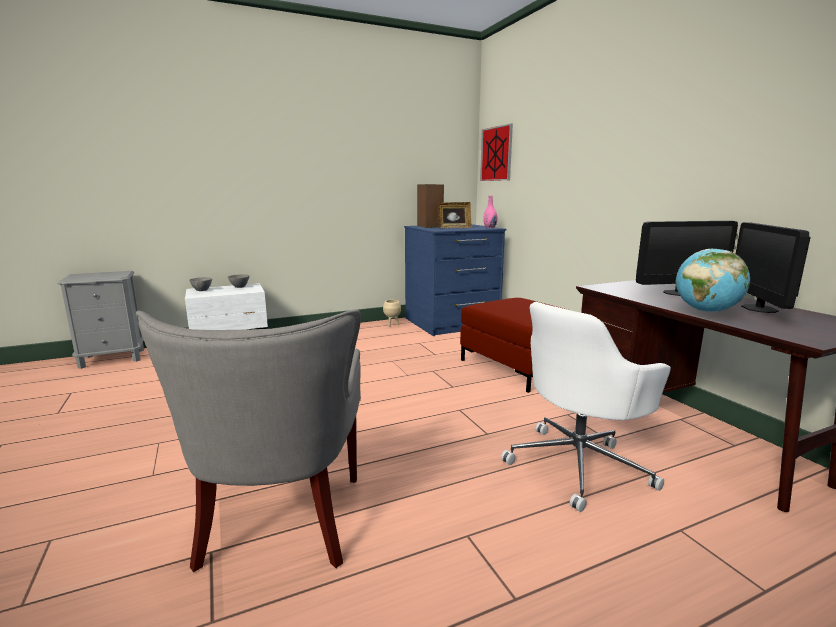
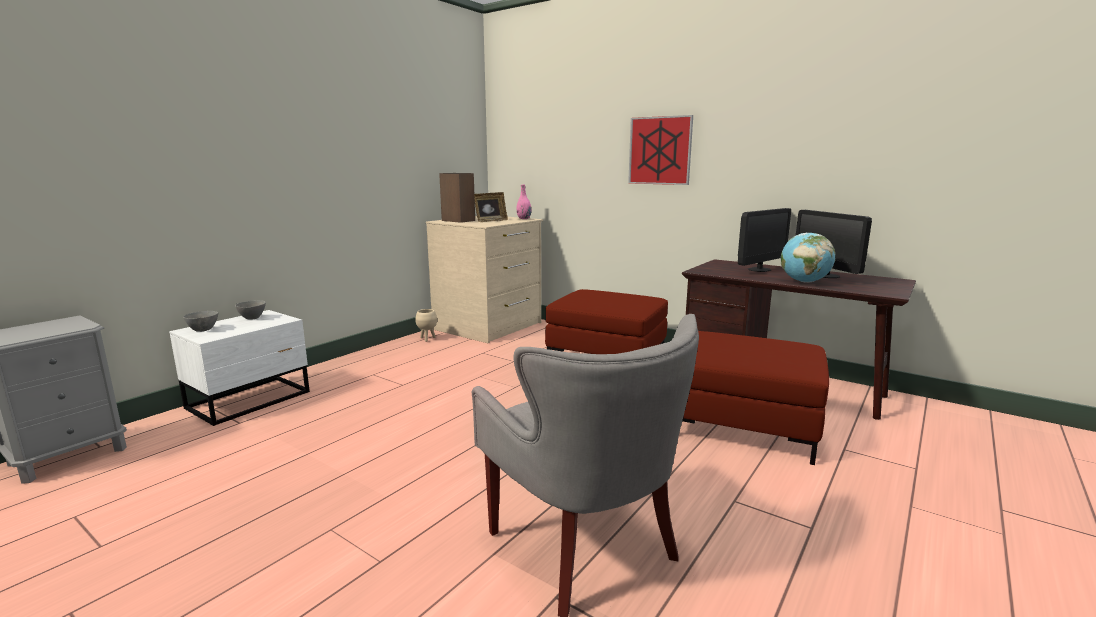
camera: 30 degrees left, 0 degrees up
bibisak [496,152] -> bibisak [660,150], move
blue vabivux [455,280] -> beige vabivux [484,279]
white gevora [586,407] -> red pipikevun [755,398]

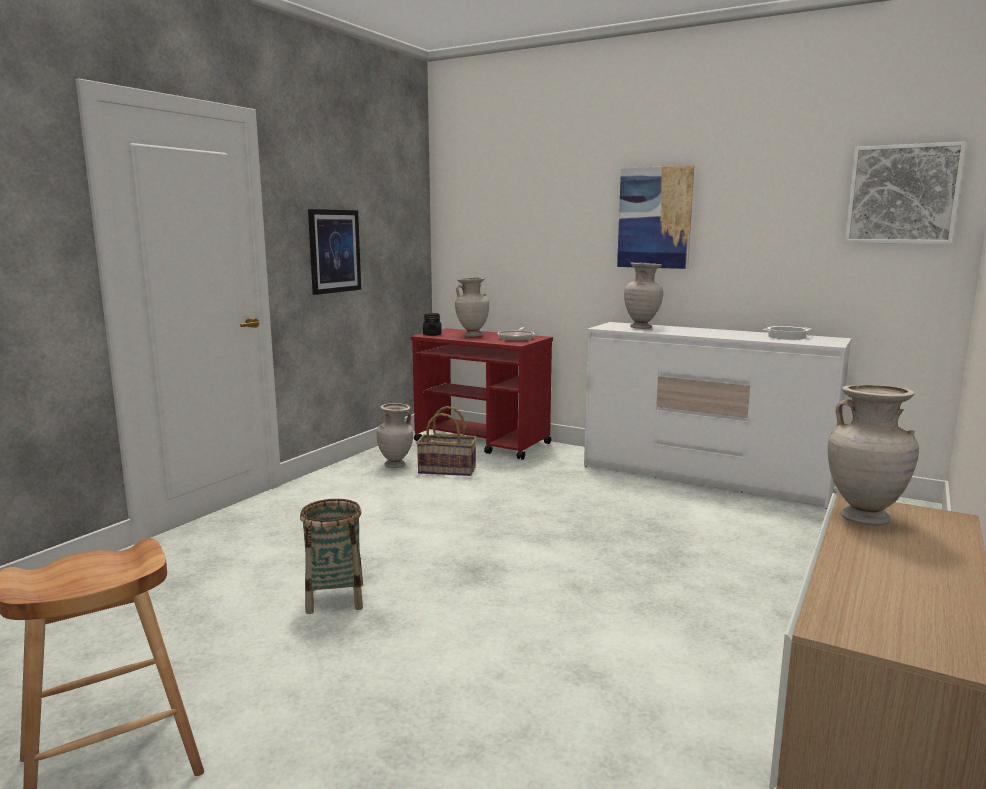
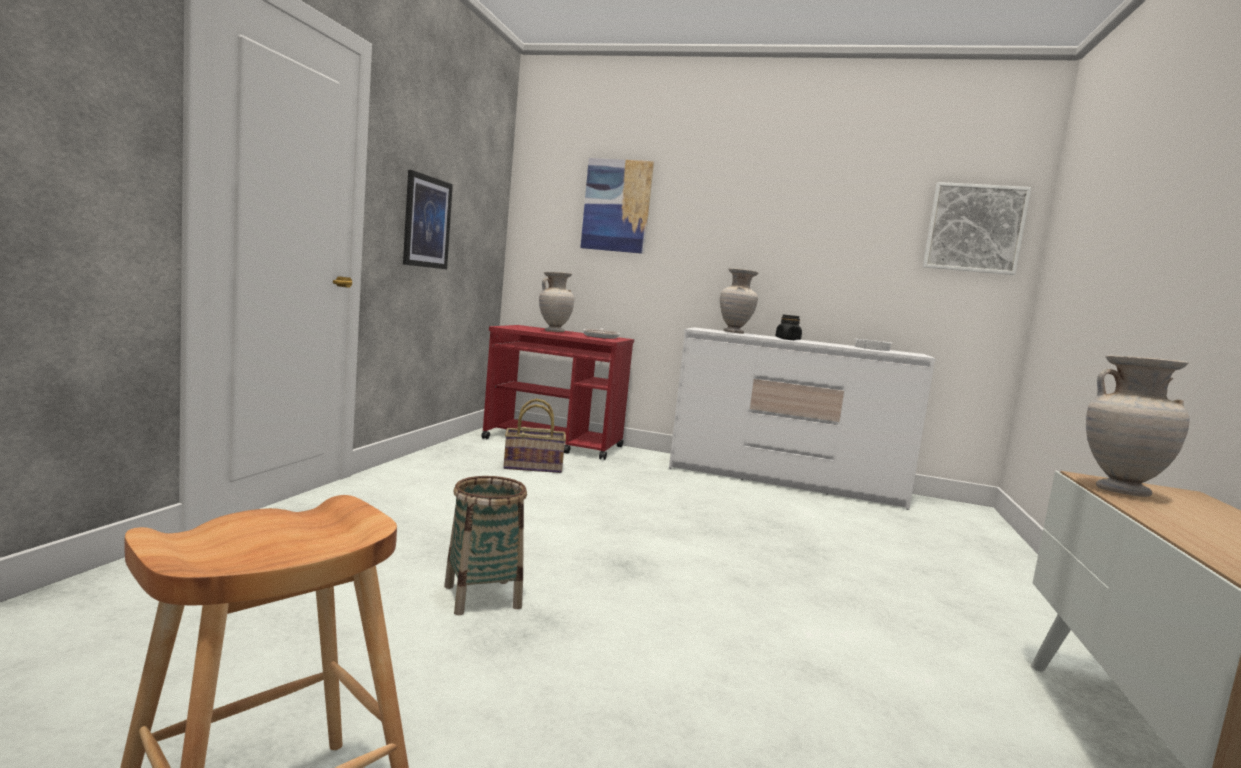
camera: 15 degrees left, 5 degrees down
bibisak [655,217] -> bibisak [617,206], move
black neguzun [432,324] -> black neguzun [789,327], move
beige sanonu [395,435] -> none

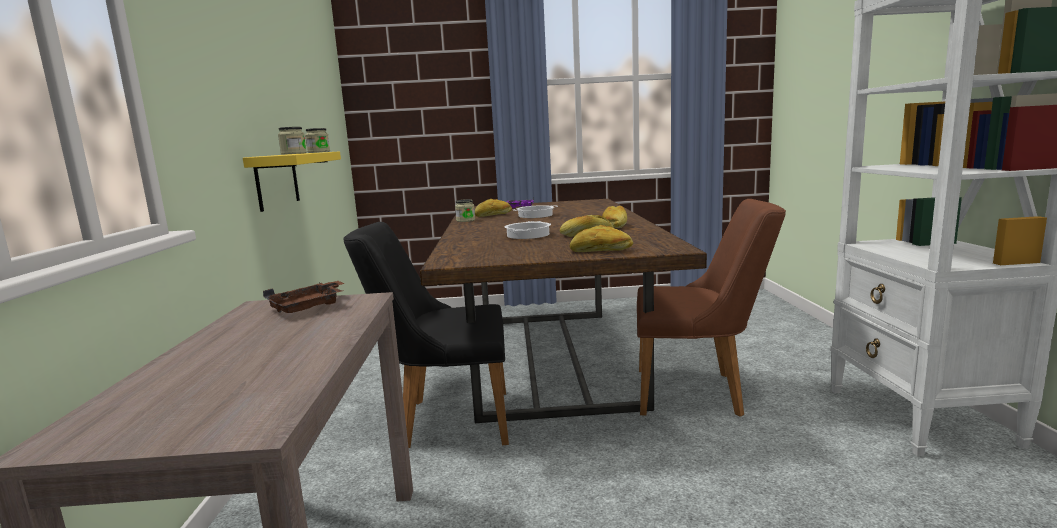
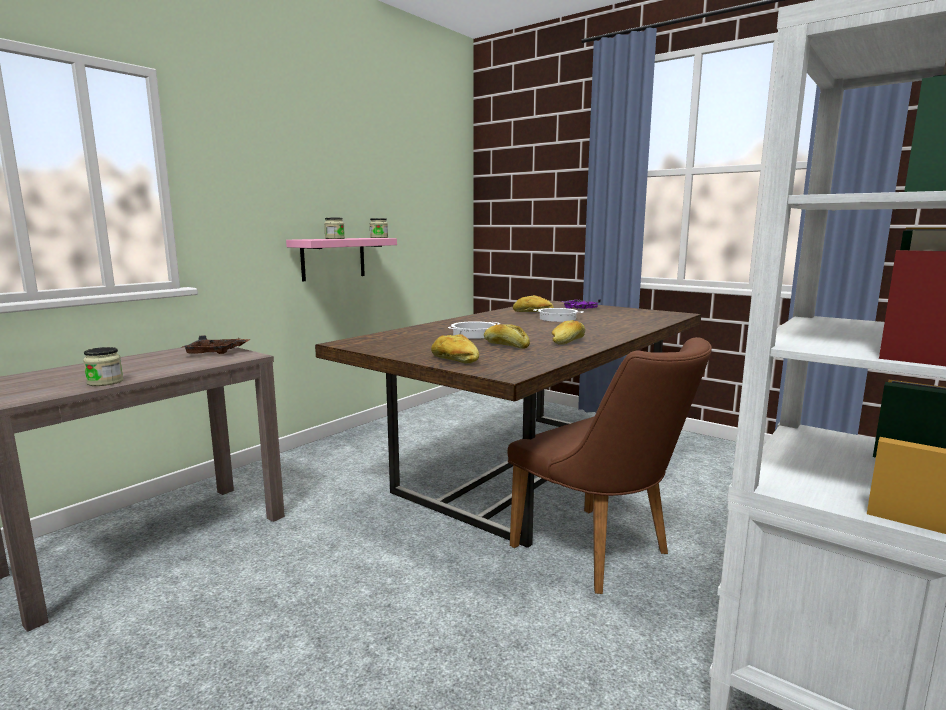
camera: 40 degrees right, 0 degrees up
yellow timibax [292,181] -> pink timibax [341,259]
neguzun [465,210] -> neguzun [103,366], move
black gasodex [426,335] -> none

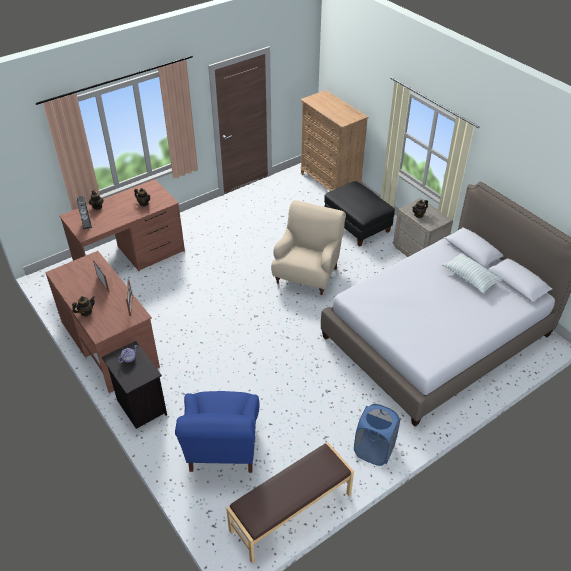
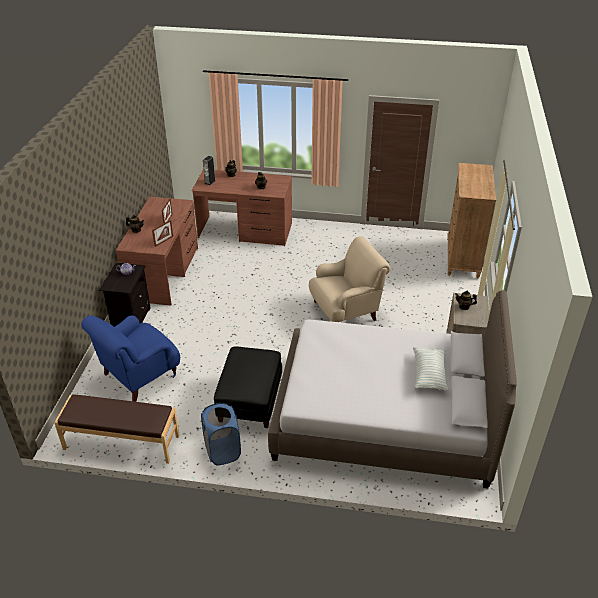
camera: 45 degrees right, 5 degrees down
black pipikevun [359,214] -> black pipikevun [248,387], move

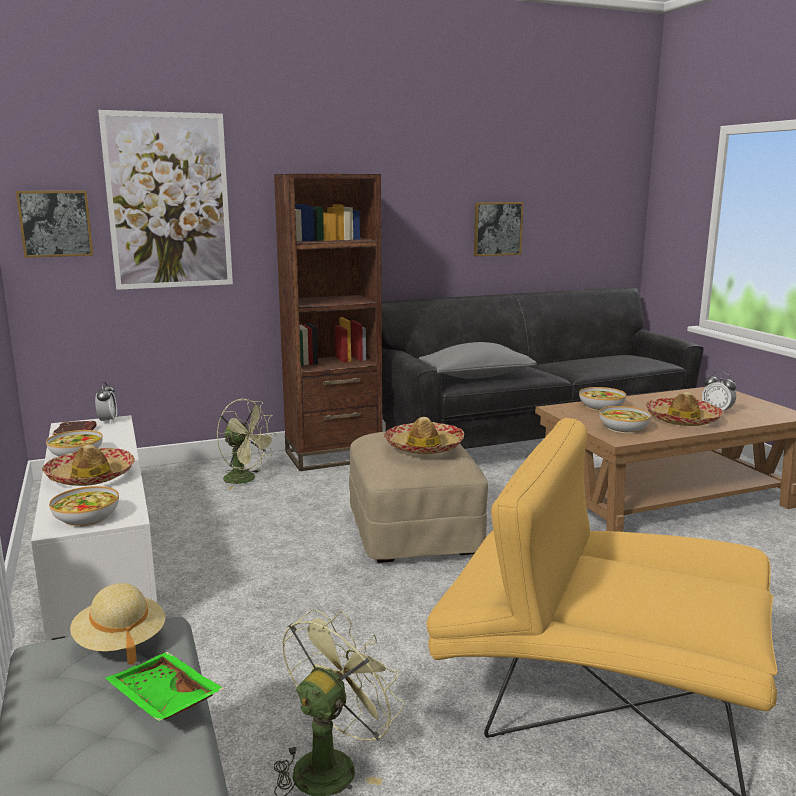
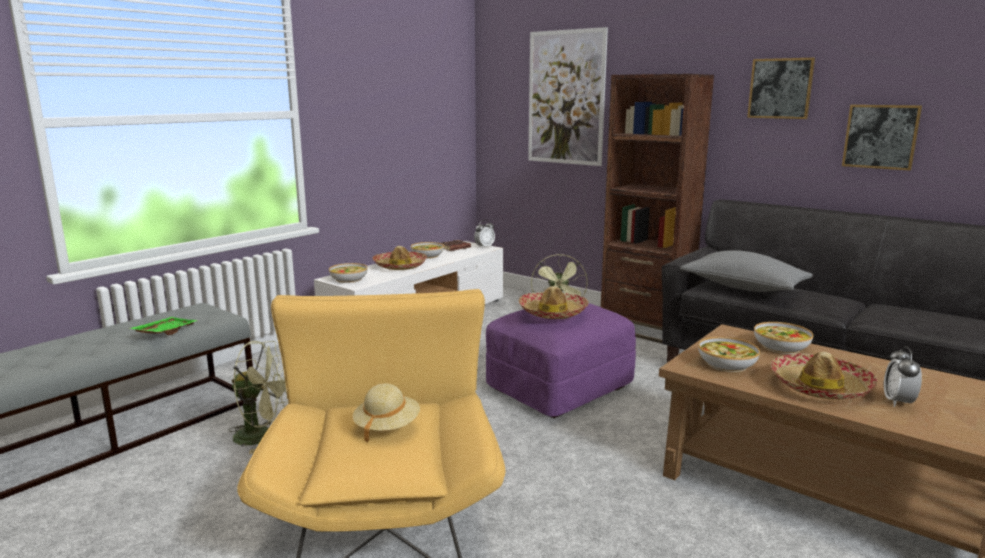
camera: 60 degrees right, 0 degrees up
bibisak [55,224] -> bibisak [781,88], move
beige pipikevun [418,497] -> purple pipikevun [561,360]
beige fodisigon [117,624] -> beige fodisigon [386,413], move

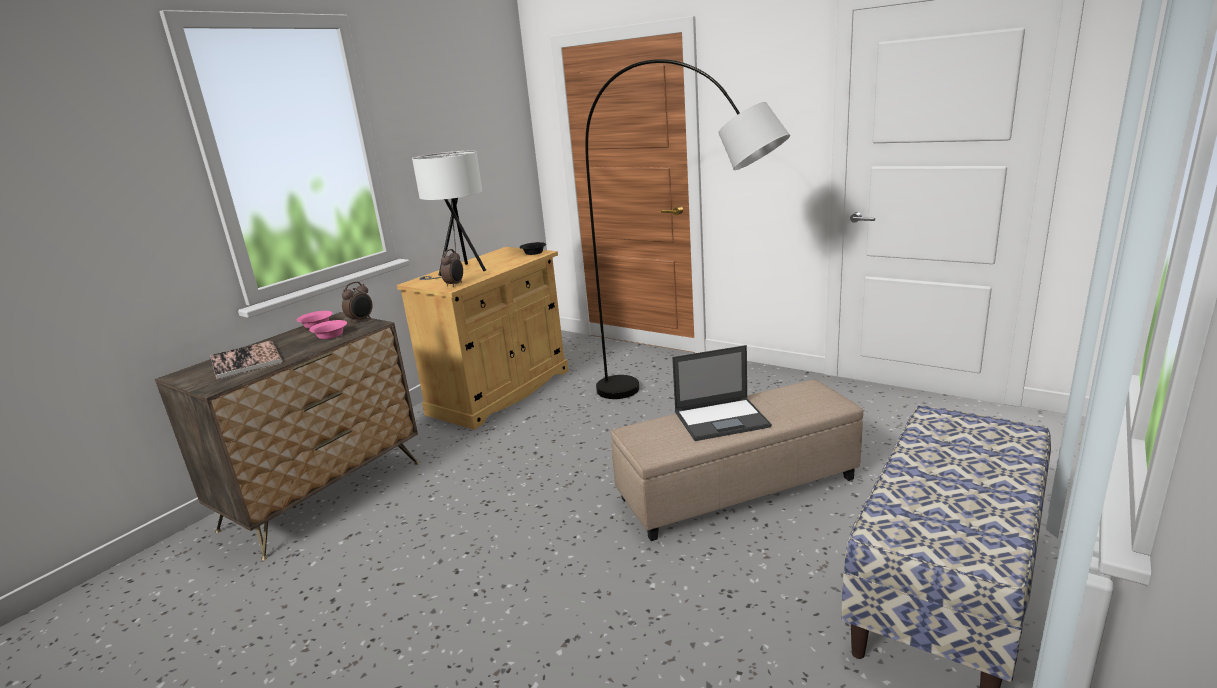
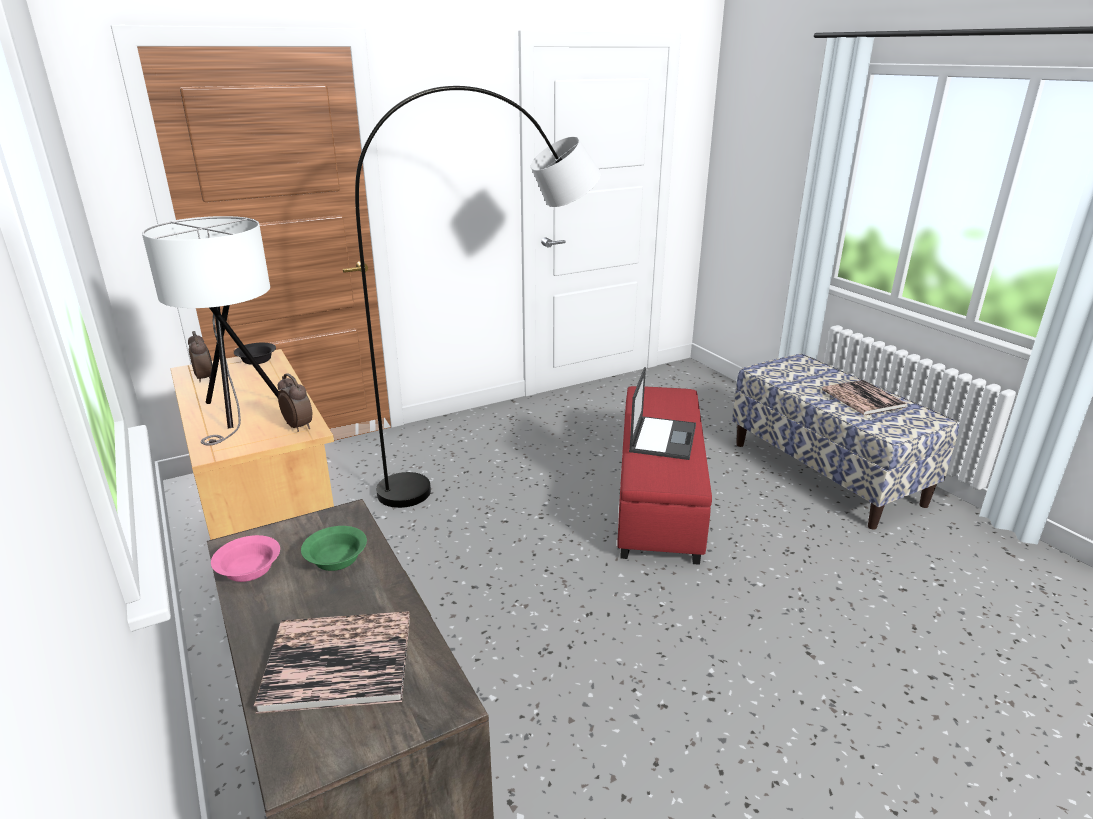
camera: 65 degrees left, 5 degrees up
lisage [357,303] -> lisage [200,356], move
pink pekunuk [328,329] -> green pekunuk [334,548]
beige pipikevun [737,460] -> red pipikevun [664,475]
none -> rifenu [864,397]

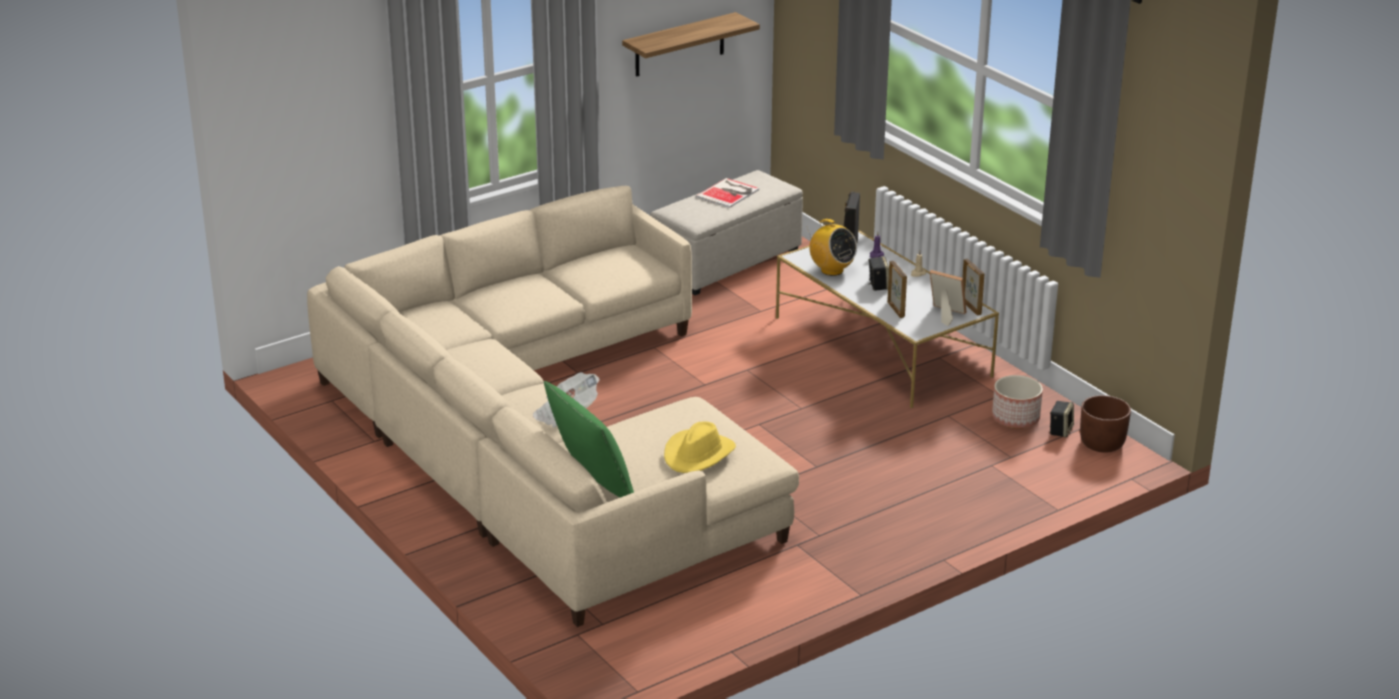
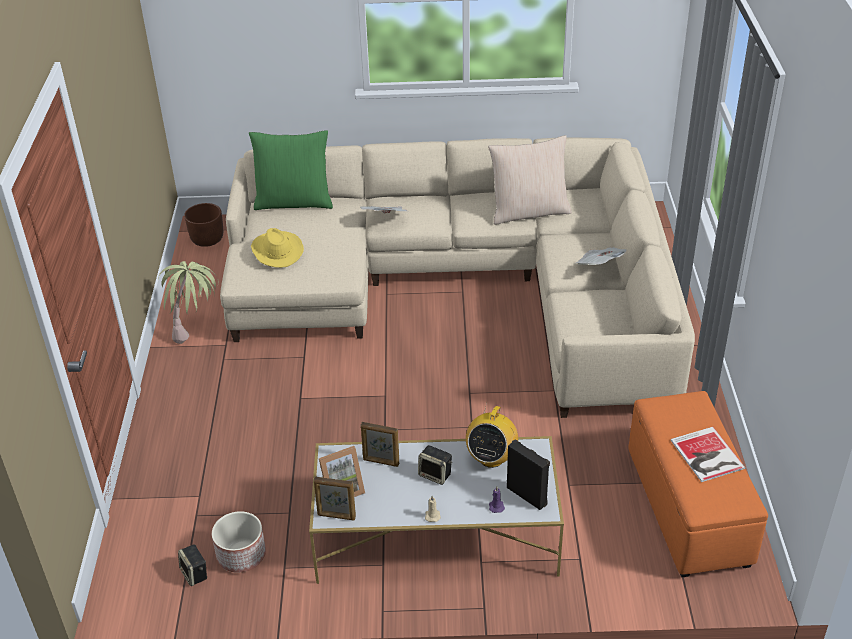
camera: 125 degrees right, 10 degrees up
timibax [691,44] -> none
beige pipikevun [726,232] -> orange pipikevun [698,484]
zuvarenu [832,247] -> zuvarenu [492,435], 60 degrees counterclockwise
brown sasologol [1105,424] -> brown sasologol [203,225], move
none -> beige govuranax [530,180]
none -> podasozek [600,256]
none -> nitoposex [187,302]

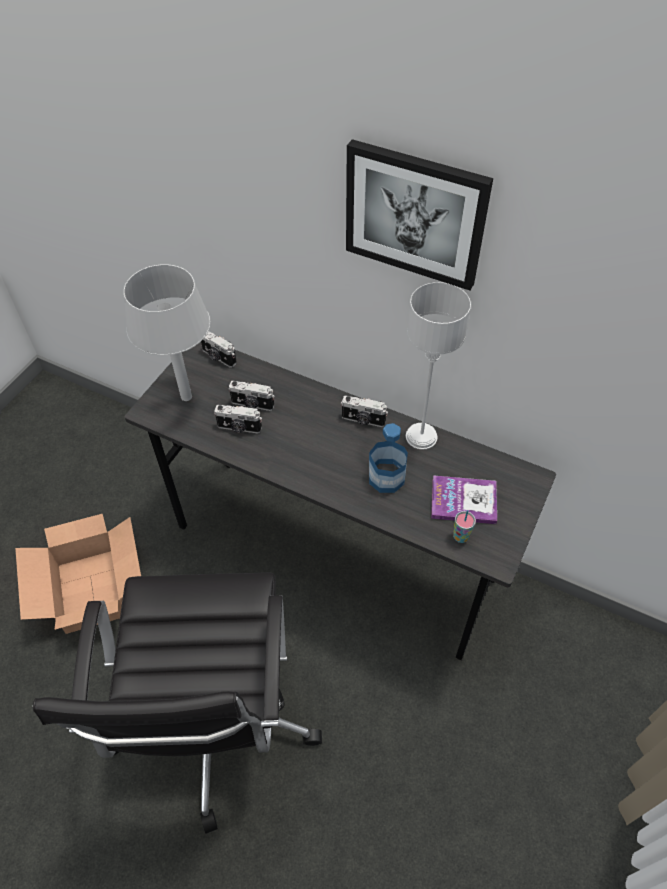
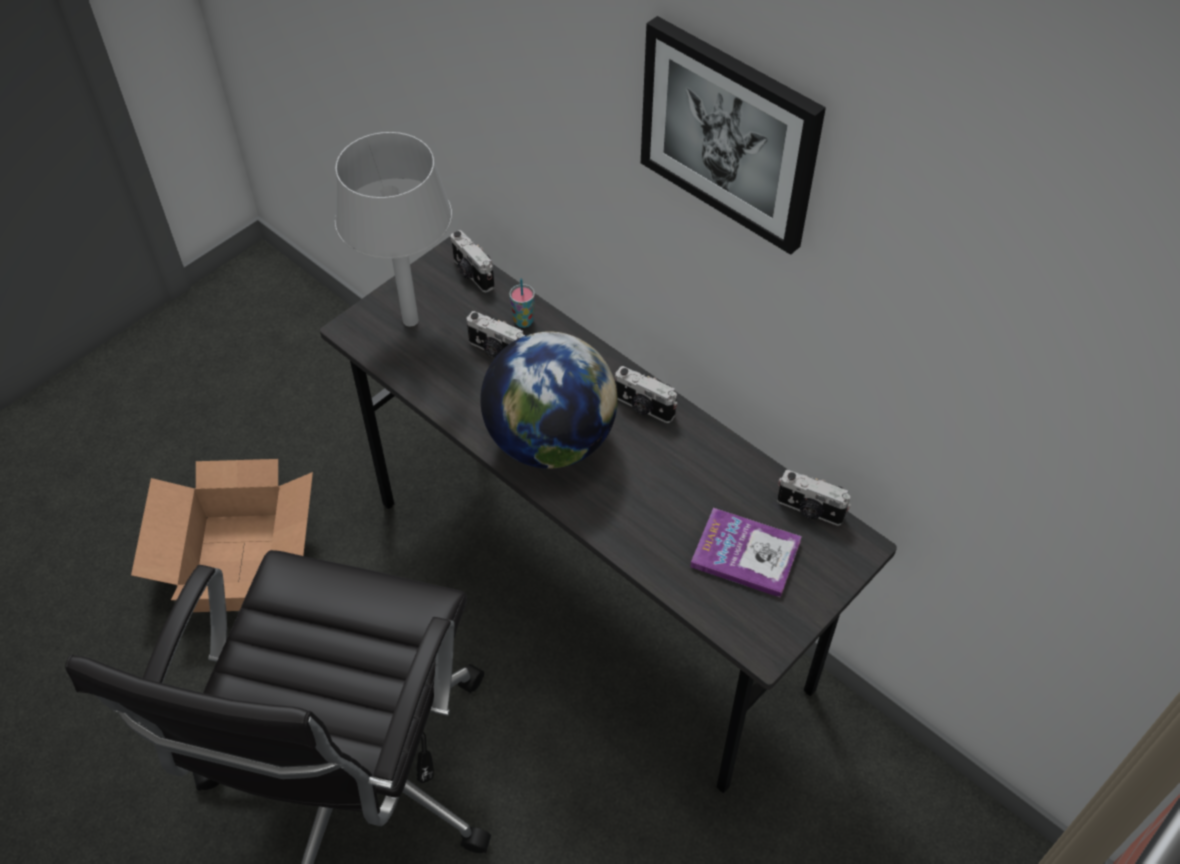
camera: 15 degrees right, 0 degrees up
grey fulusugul [438,366] -> none
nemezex [238,419] -> nemezex [814,498], move
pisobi [388,458] -> none
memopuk [464,526] -> memopuk [522,303], move
none -> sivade [549,400]

